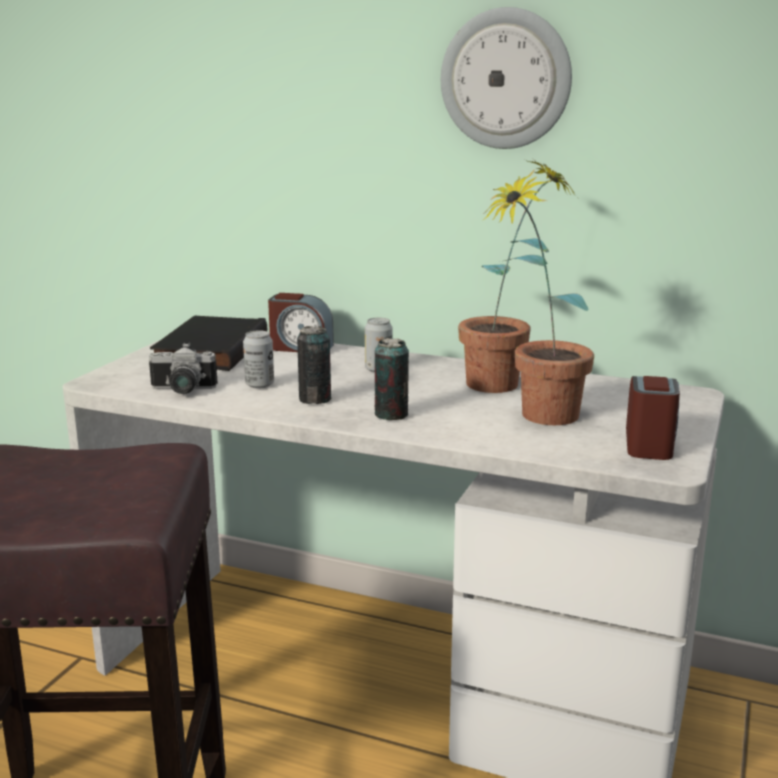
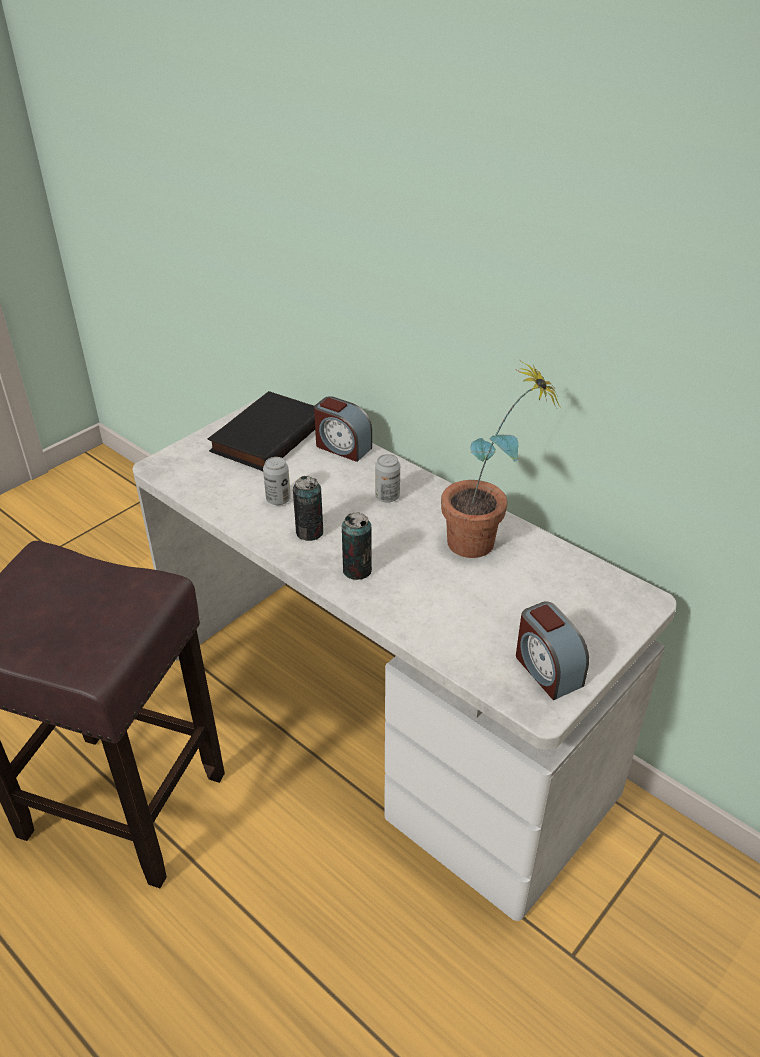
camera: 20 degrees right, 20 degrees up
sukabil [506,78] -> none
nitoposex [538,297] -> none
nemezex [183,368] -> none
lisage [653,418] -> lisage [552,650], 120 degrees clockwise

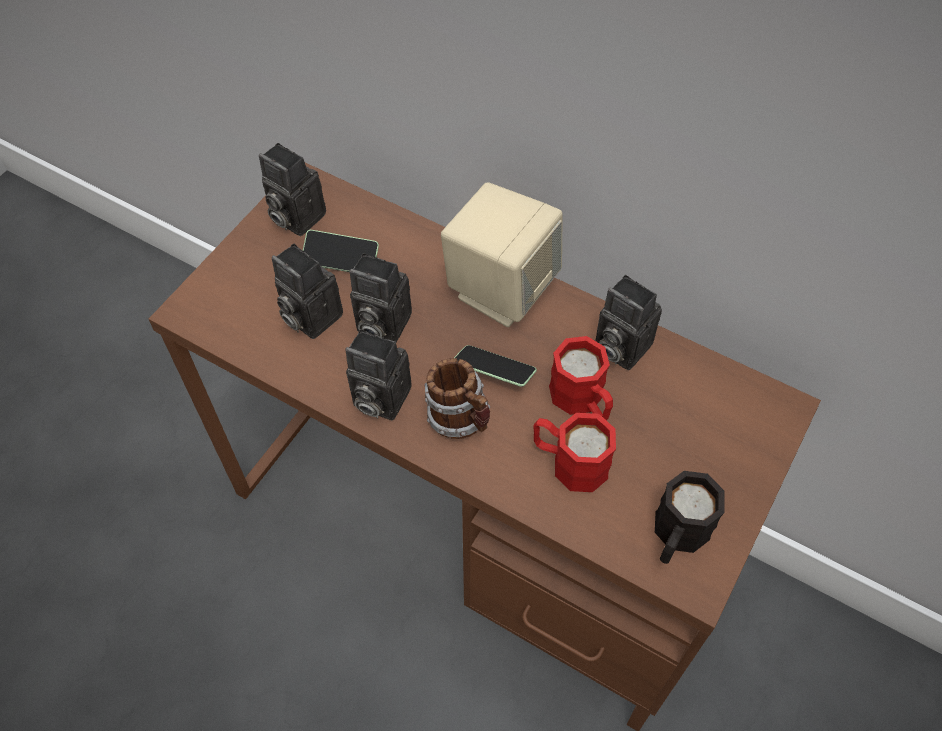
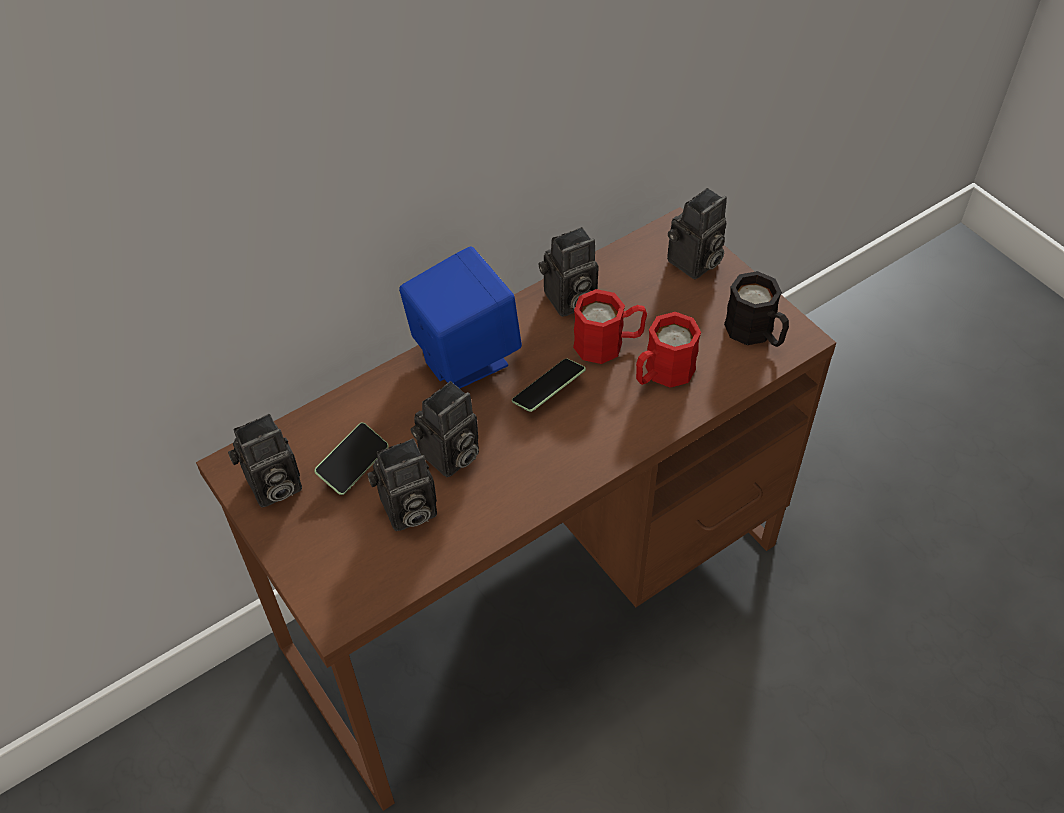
camera: 65 degrees left, 5 degrees down
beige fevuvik [502,254] -> blue fevuvik [460,318]
nemezex [378,374] -> nemezex [697,233], move
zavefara [457,398] -> none

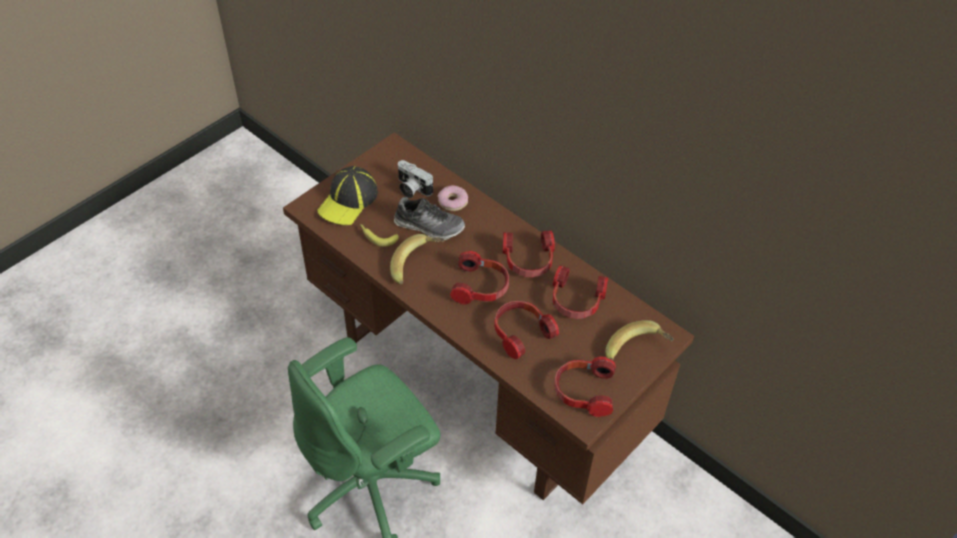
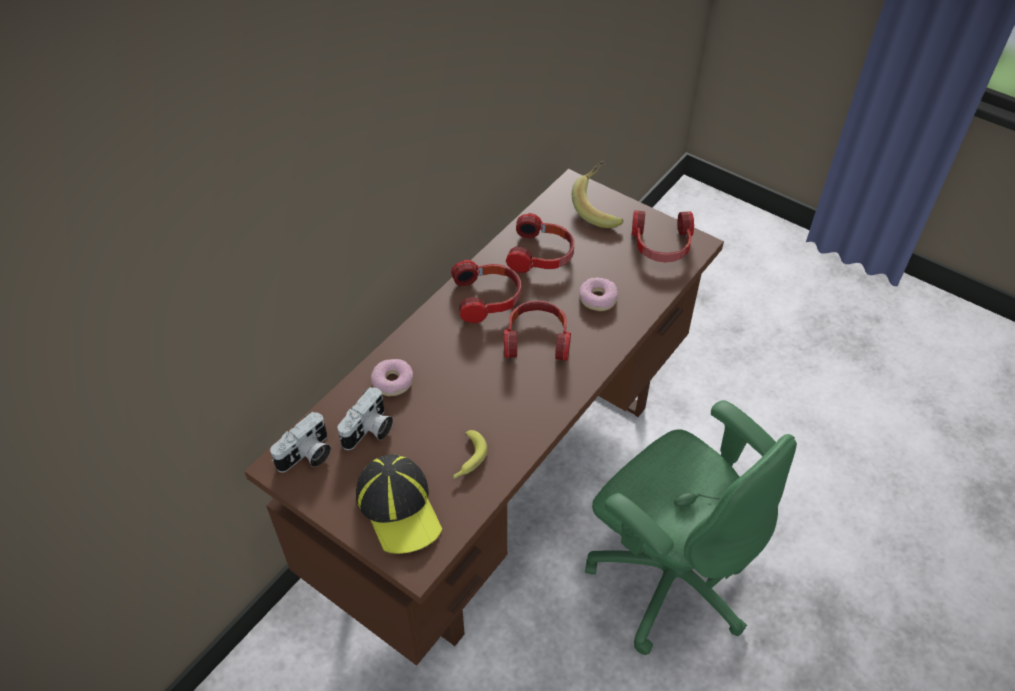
camera: 95 degrees left, 0 degrees up
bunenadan [347,195] -> bunenadan [399,504], 45 degrees clockwise
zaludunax [429,218] -> none
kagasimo [417,259] -> none
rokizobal [526,330] -> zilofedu [598,294]
none -> nemezex [300,441]

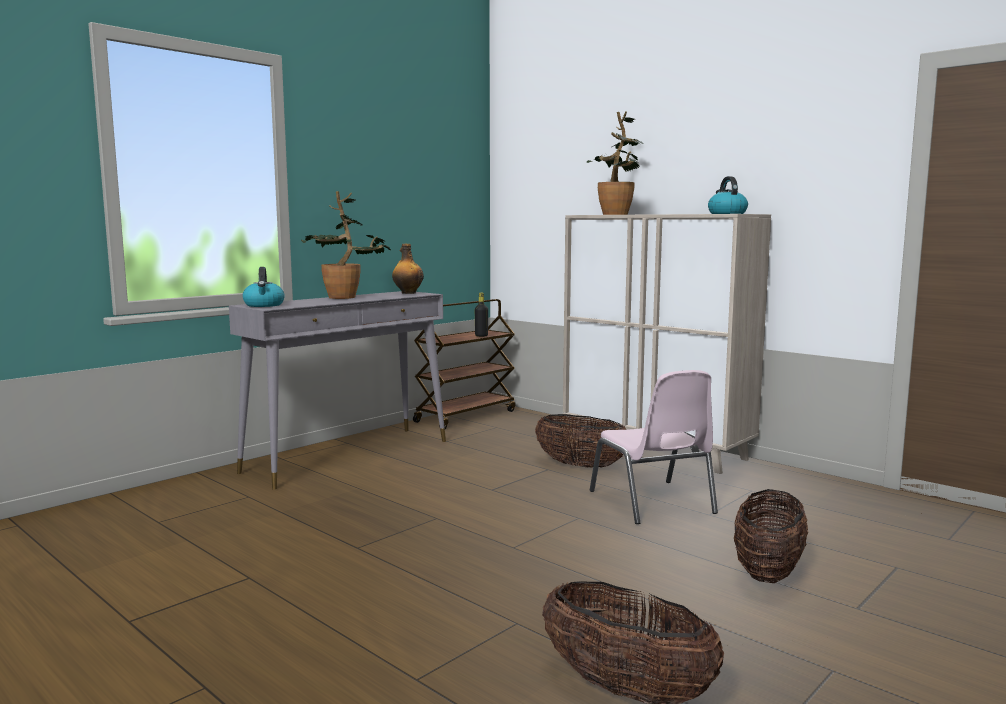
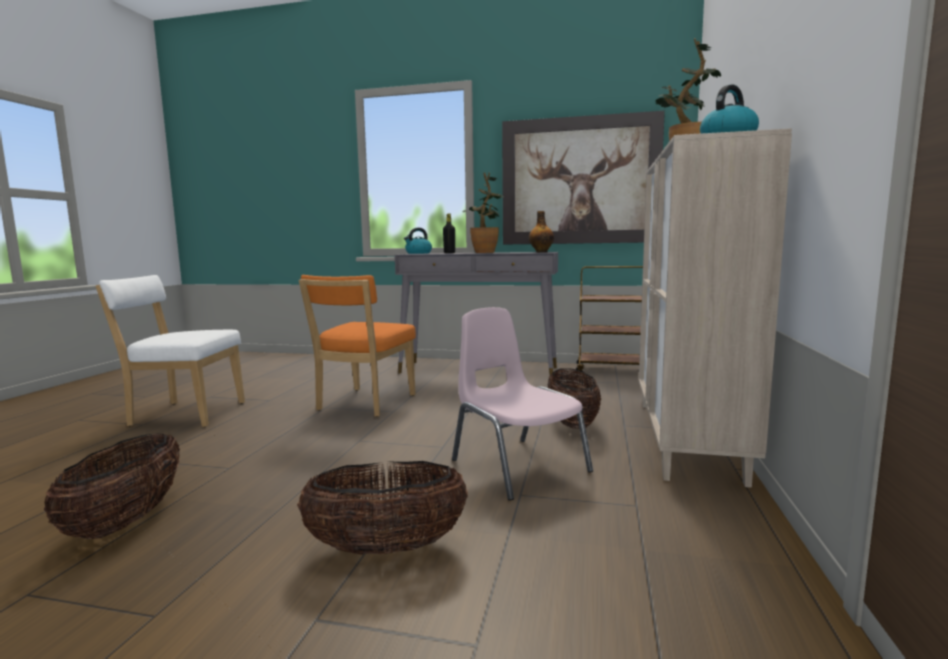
camera: 60 degrees right, 0 degrees up
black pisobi [481,315] -> black pisobi [449,233], move
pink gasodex [654,447] -> pink gasodex [522,403], 105 degrees clockwise
none -> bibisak [583,178]
none -> white gasodex [170,351]
none -> orange gasodex [357,346]

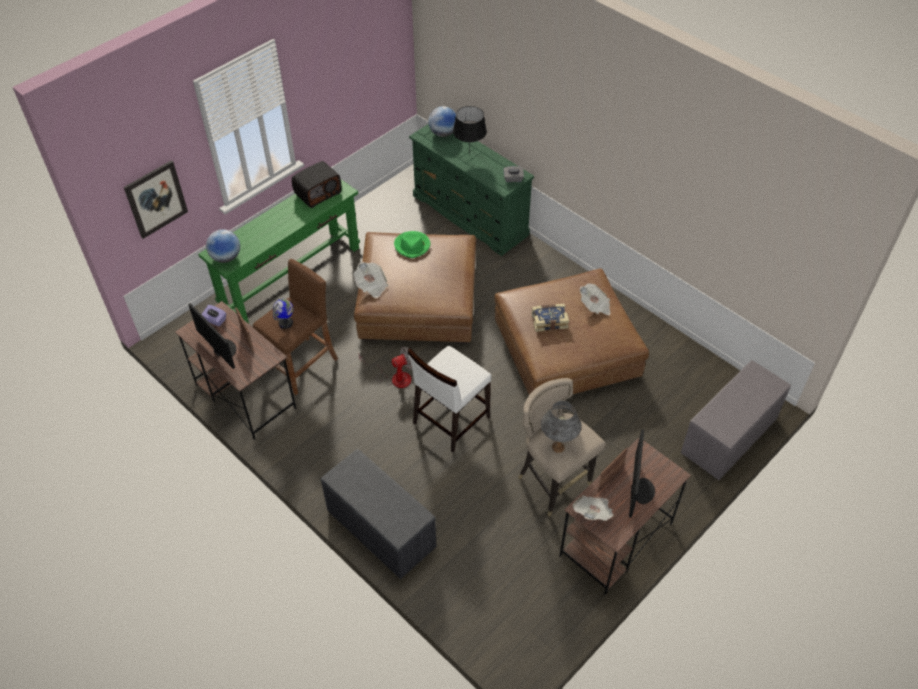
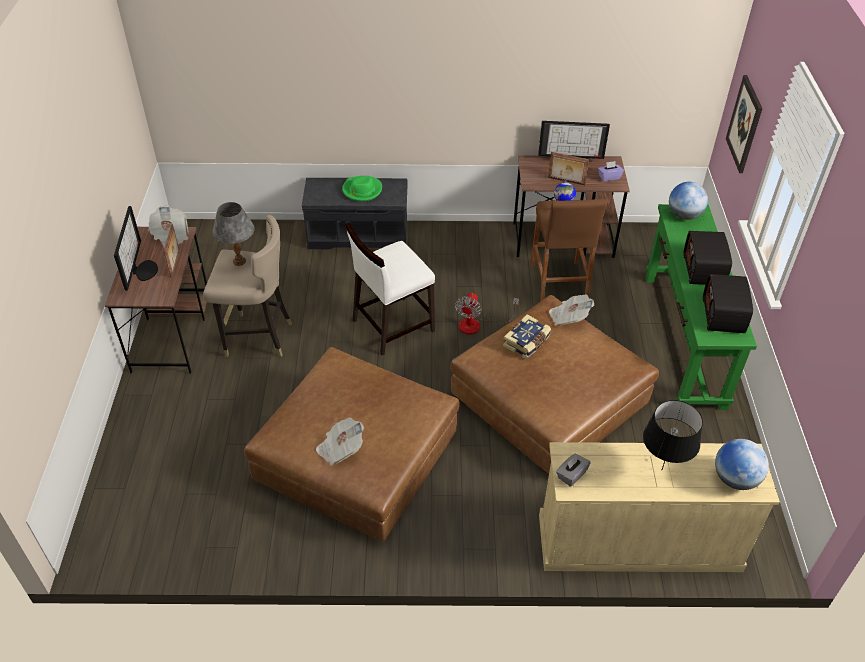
camera: 135 degrees right, 5 degrees down
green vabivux [471,190] -> beige vabivux [659,507]
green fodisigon [412,244] -> green fodisigon [362,188], move
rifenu [550,318] -> rifenu [527,337], move
white gasodex [449,399] -> white gasodex [390,289], 120 degrees counterclockwise
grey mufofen [736,420] -> none
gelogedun [642,473] -> gelogedun [136,248], 150 degrees counterclockwise
none -> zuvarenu [707,258]

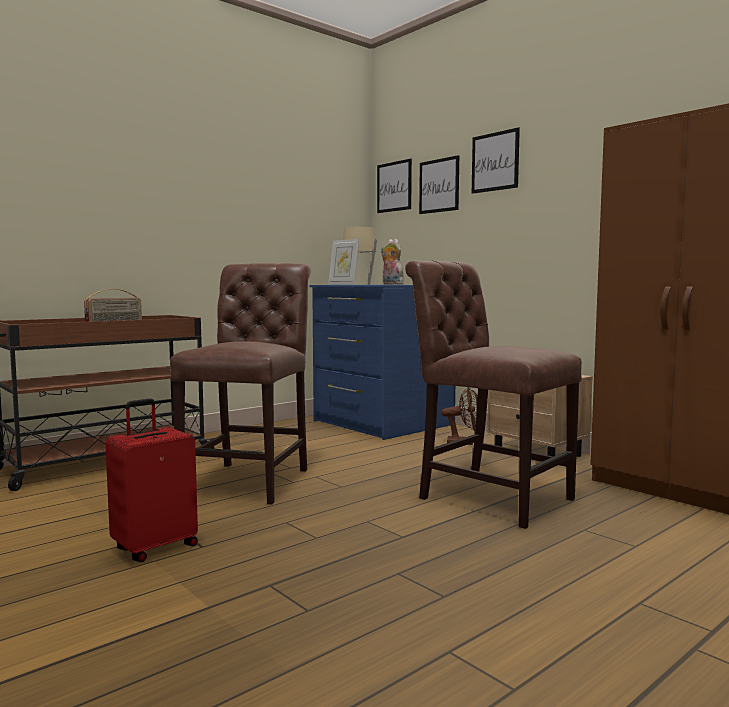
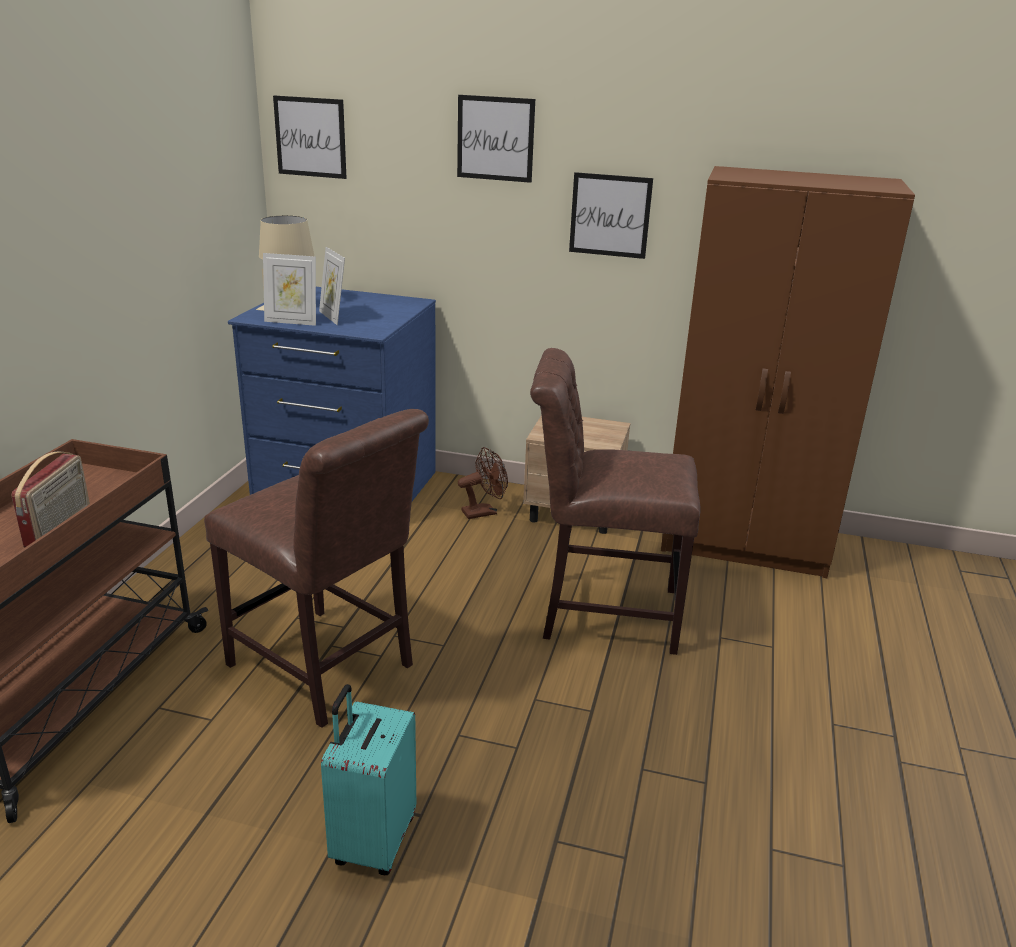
camera: 35 degrees left, 20 degrees up
bibisak [439,184] -> bibisak [611,215], move
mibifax [392,262] -> none
brown gasodex [240,384] -> brown gasodex [316,568], 150 degrees clockwise
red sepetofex [151,480] -> turquoise sepetofex [368,779]

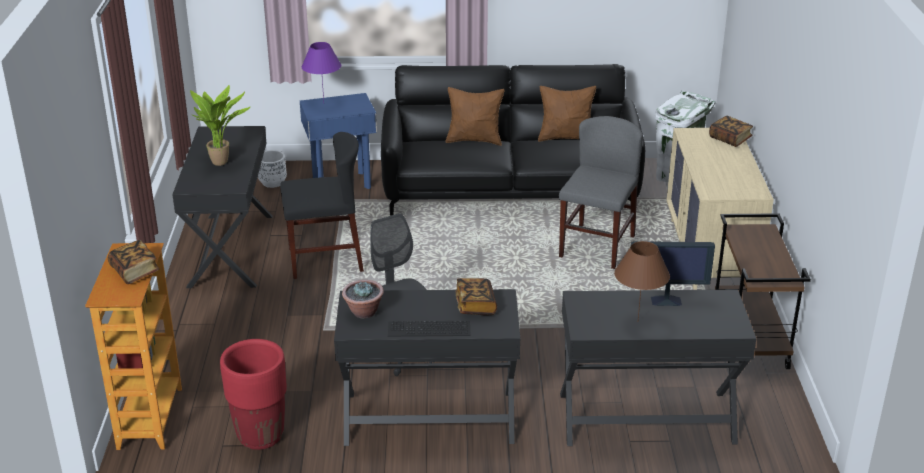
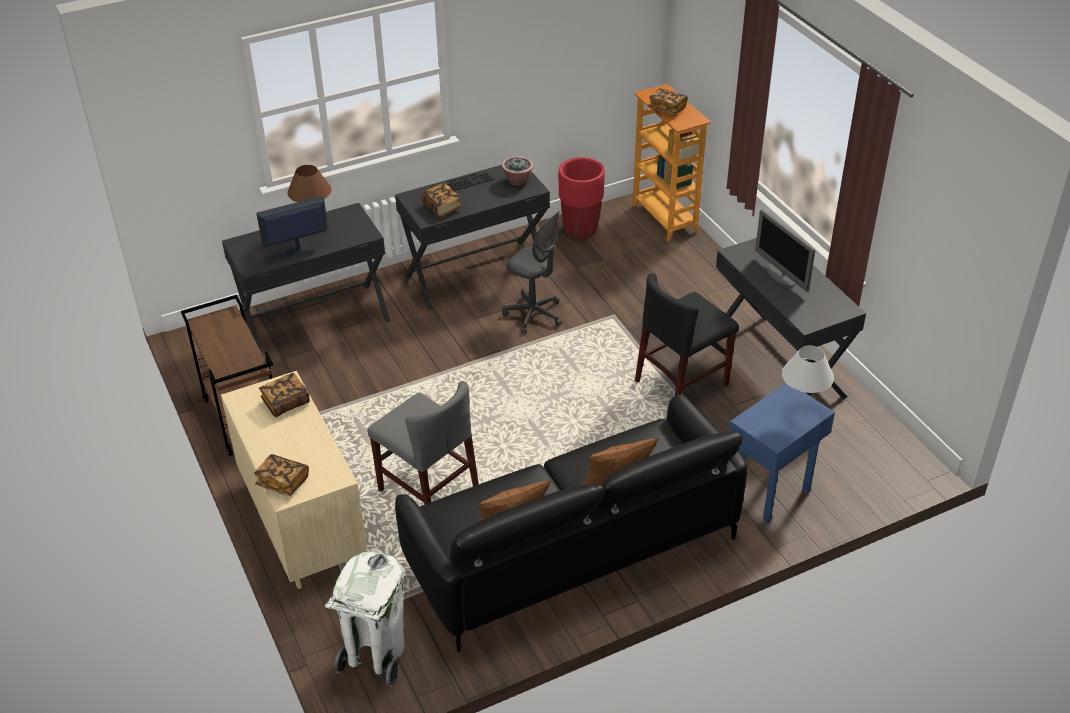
camera: 155 degrees right, 10 degrees up
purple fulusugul [321,72] -> white fulusugul [808,380]
nitoposex [220,125] -> gelogedun [785,250]
grey gasodex [601,192] -> grey gasodex [423,442], 45 degrees counterclockwise
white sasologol [272,169] -> none
none -> rifenu [284,395]

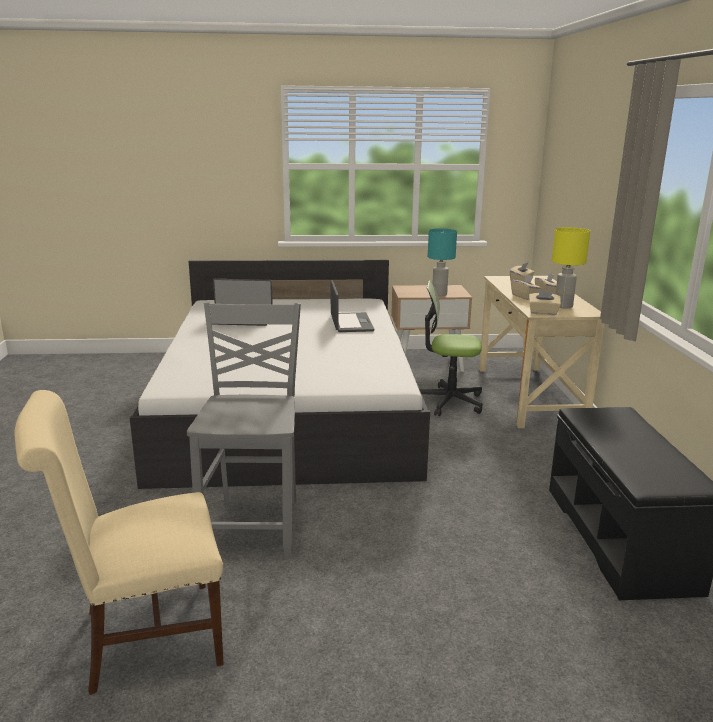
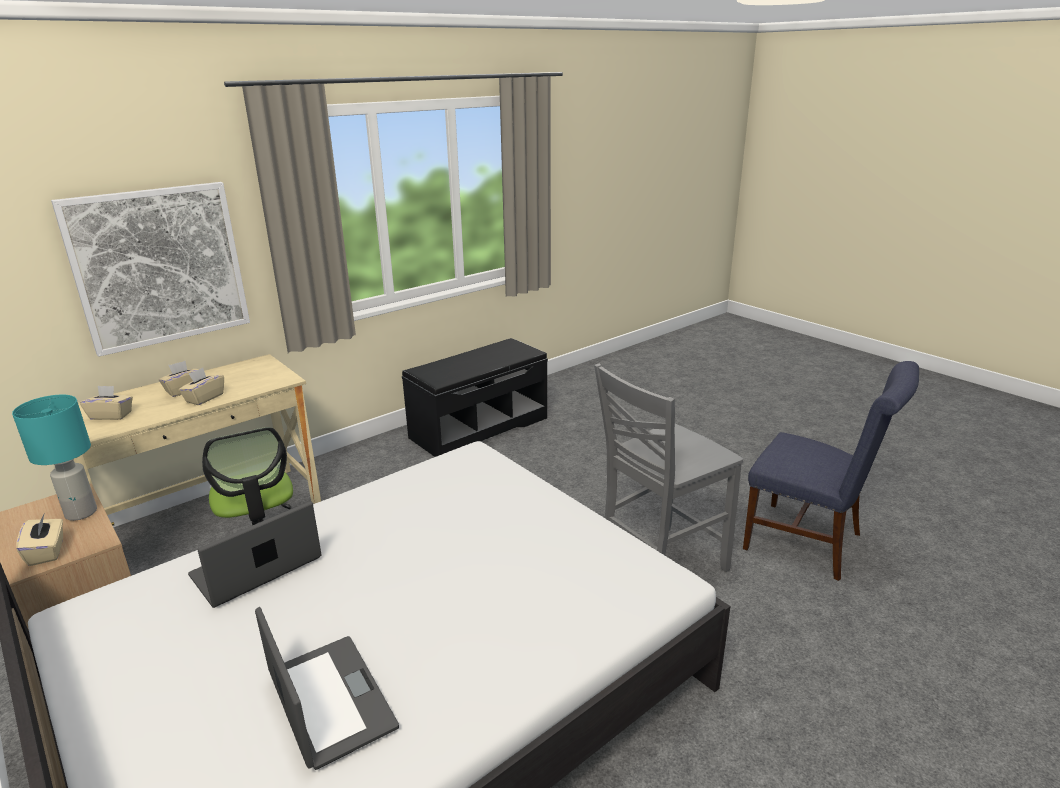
camera: 125 degrees left, 5 degrees up
yellow fulusugul [571,268] -> none
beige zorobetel [545,302] -> beige zorobetel [40,540], move
beige gasodex [119,542] -> blue gasodex [831,471]
none -> bibisak [150,269]

